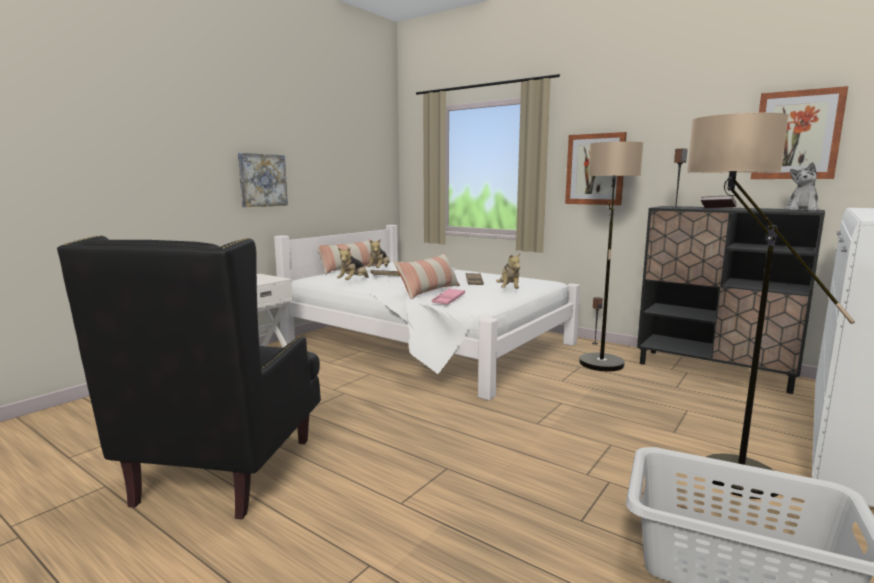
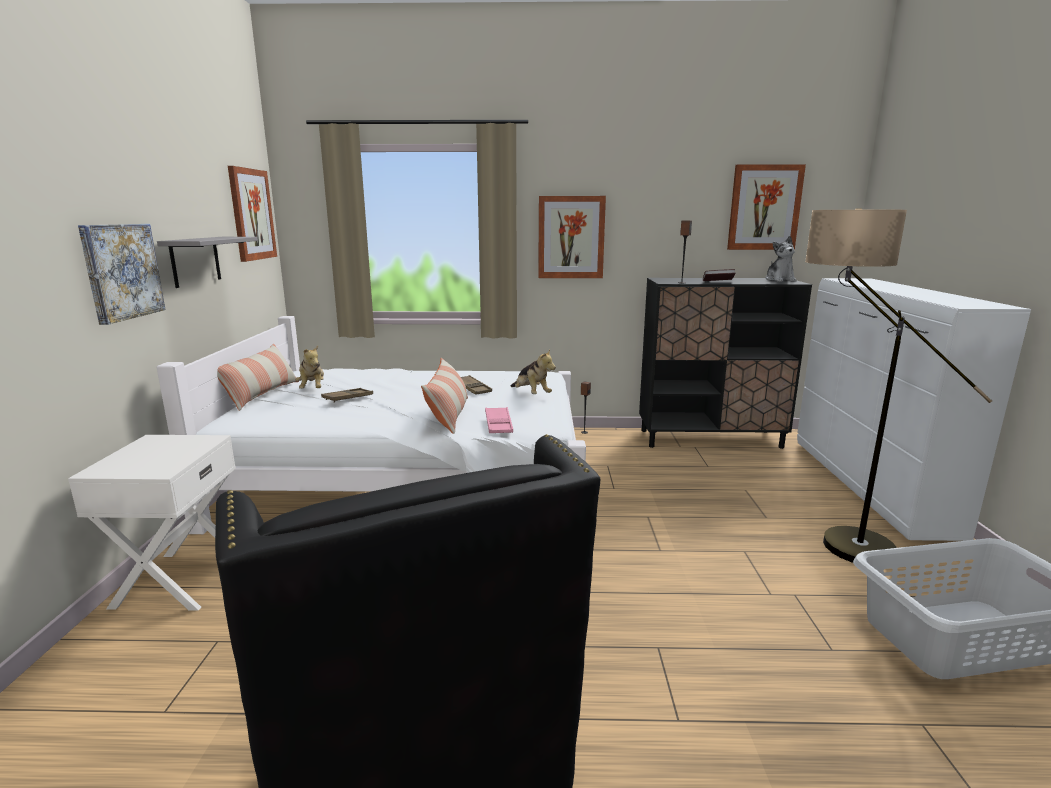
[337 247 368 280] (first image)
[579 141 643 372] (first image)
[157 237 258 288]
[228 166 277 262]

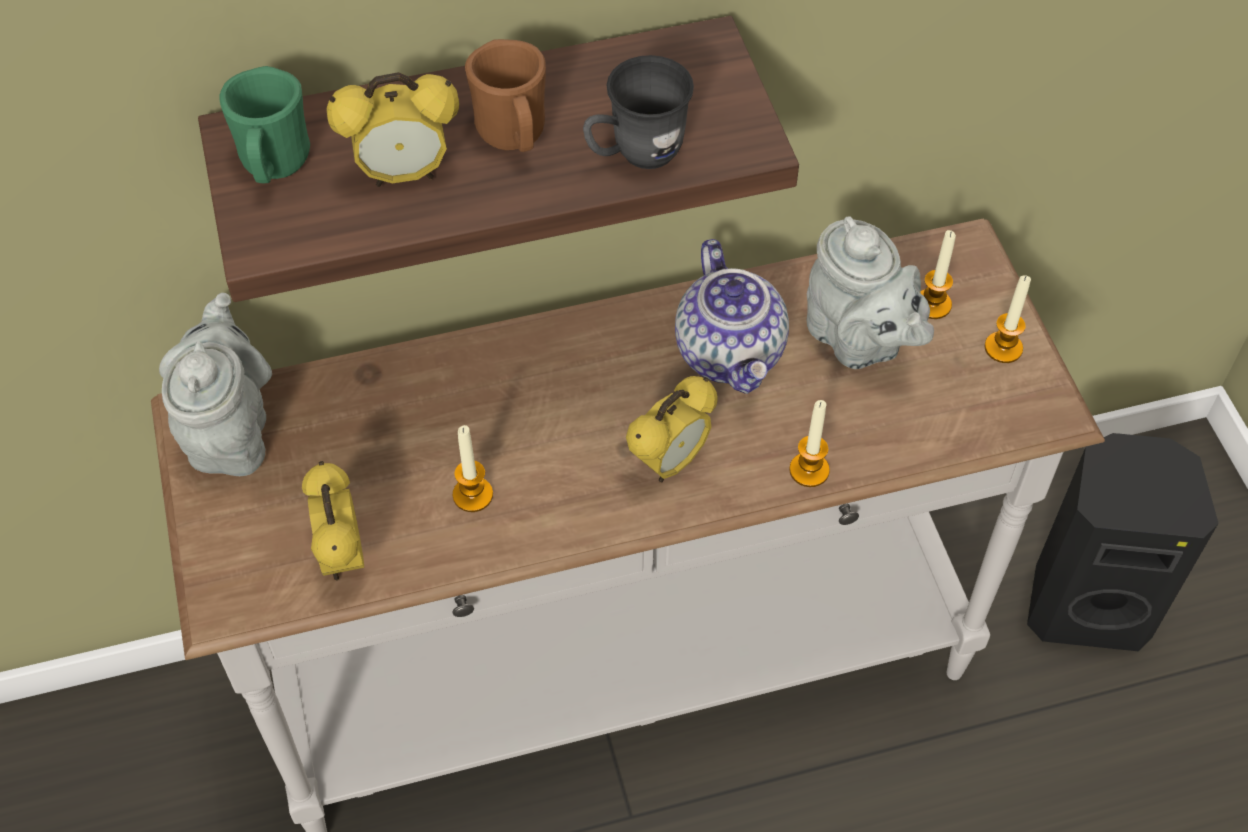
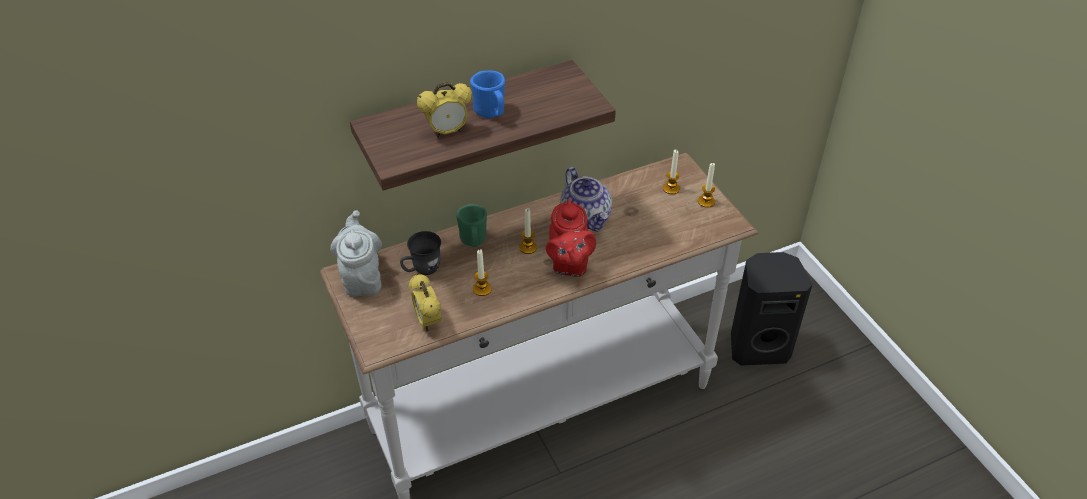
[807 216 934 369] (first image)
[456 204 487 247]
[400 231 441 275]
[519 208 537 254]
[546 199 596 277]
[470 71 505 118]

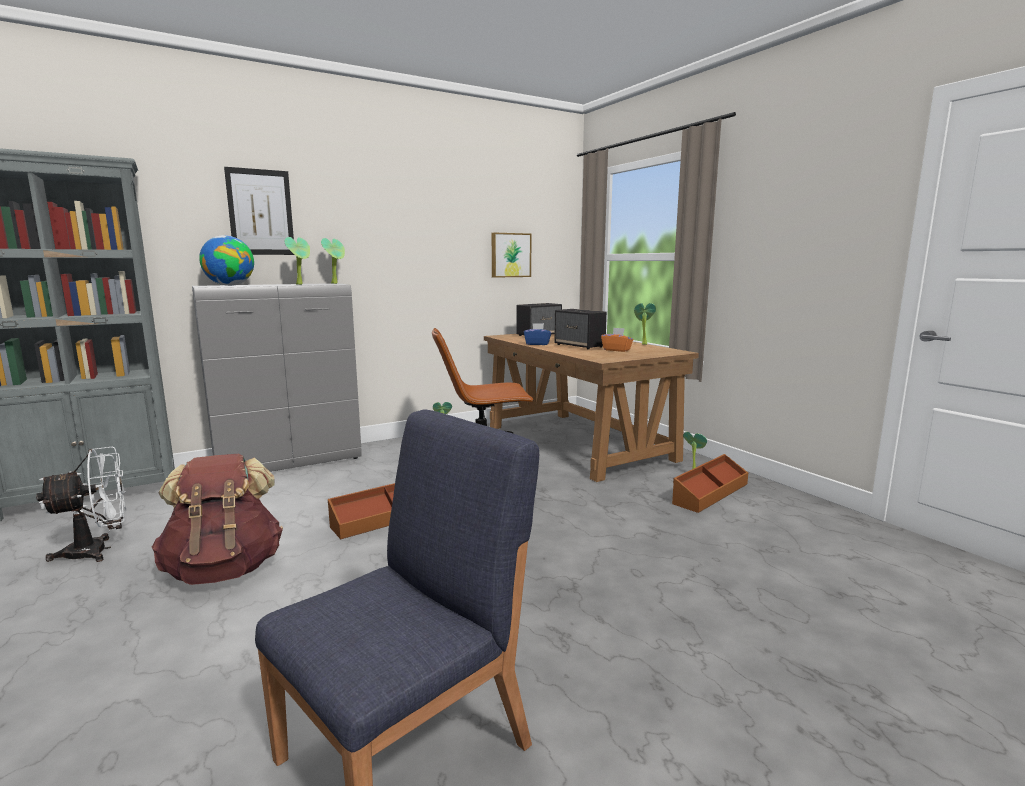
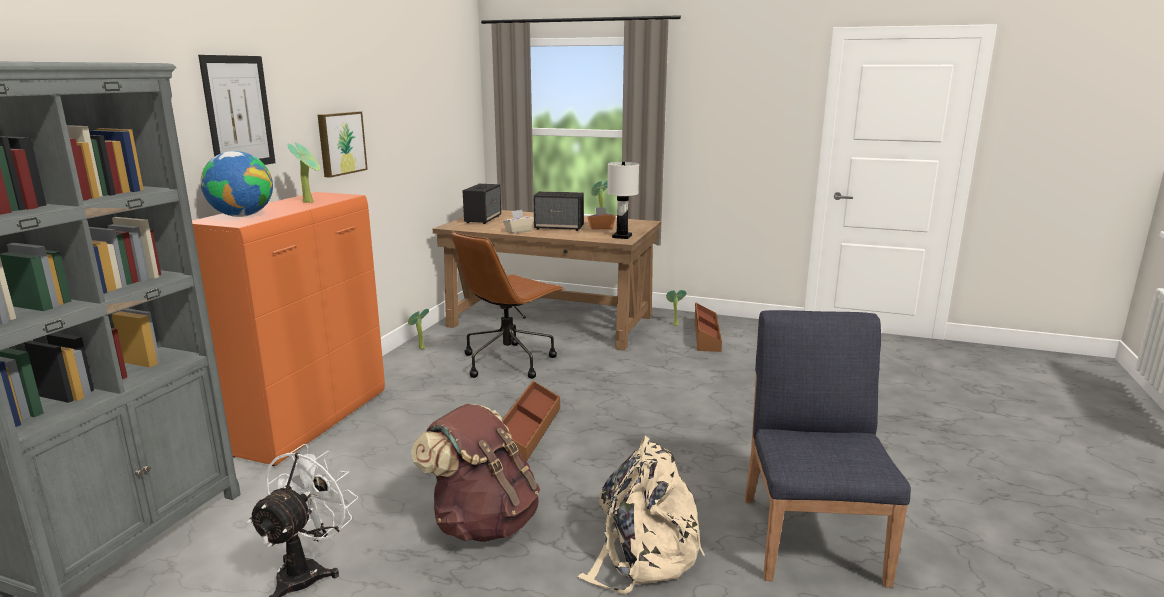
[321 238 345 284] (first image)
[578 436 705 594]
[607 162 639 239]
[318 111 368 178]
[192 192 385 466]
[503 210 534 234]

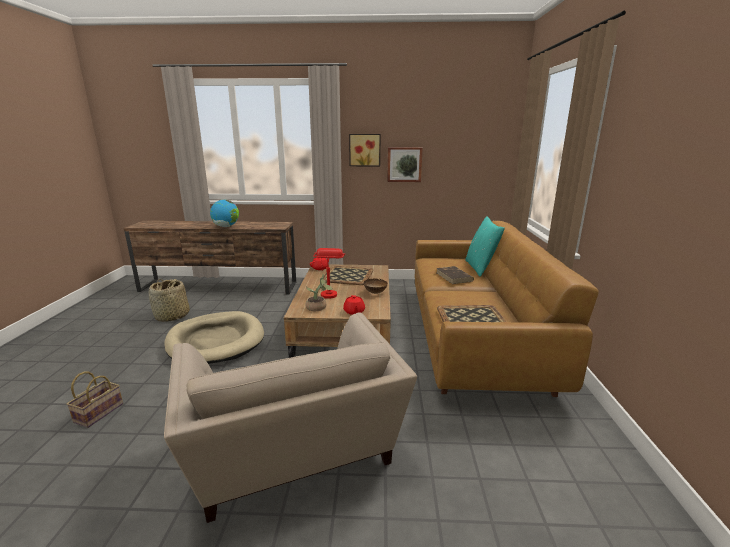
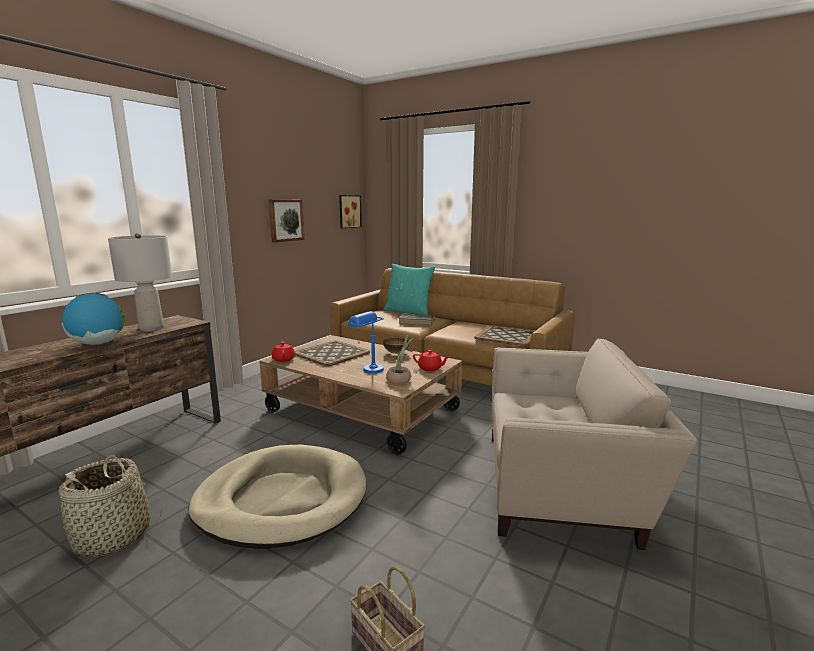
[108 233 172 331]
[339 195 362 228]
[347 311 384 374]

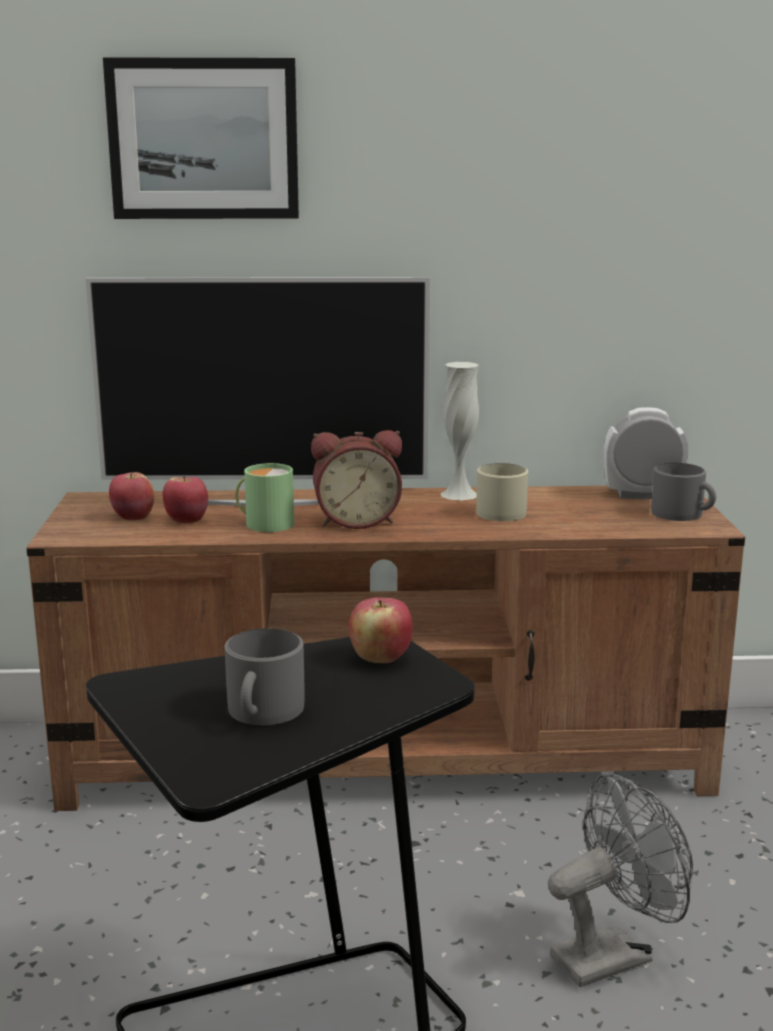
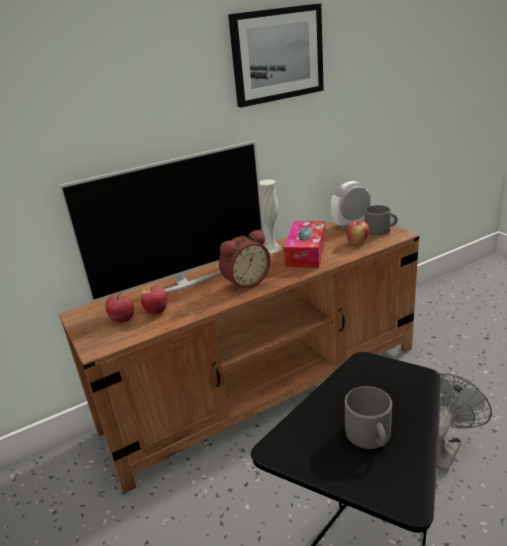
[235 463 294 532] (first image)
[228 3 324 107]
[346 220 369 244]
[284 221 326 268]

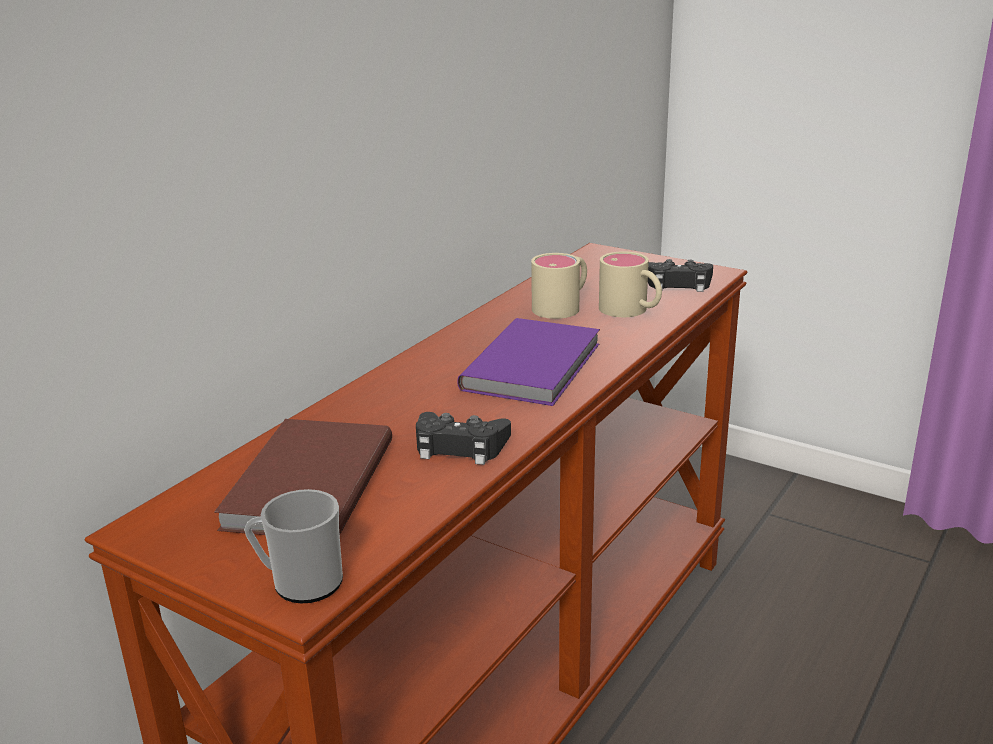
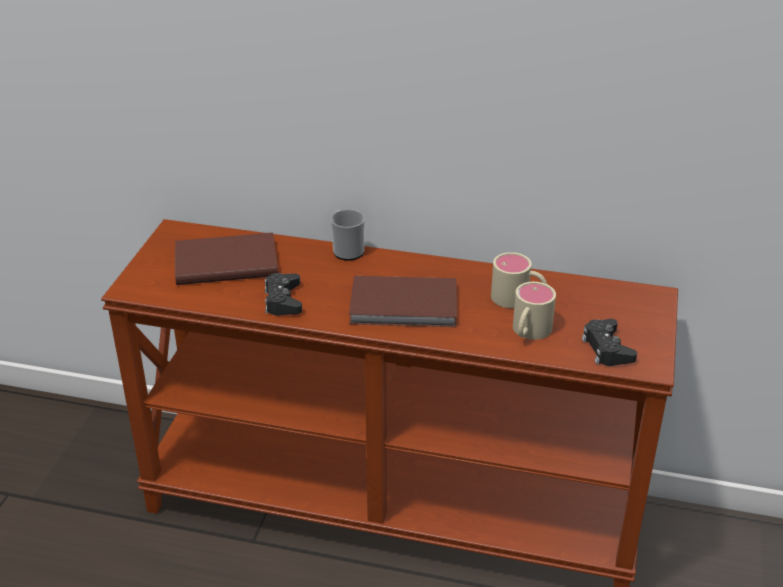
[330 209 365 261]
[349 276 457 327]

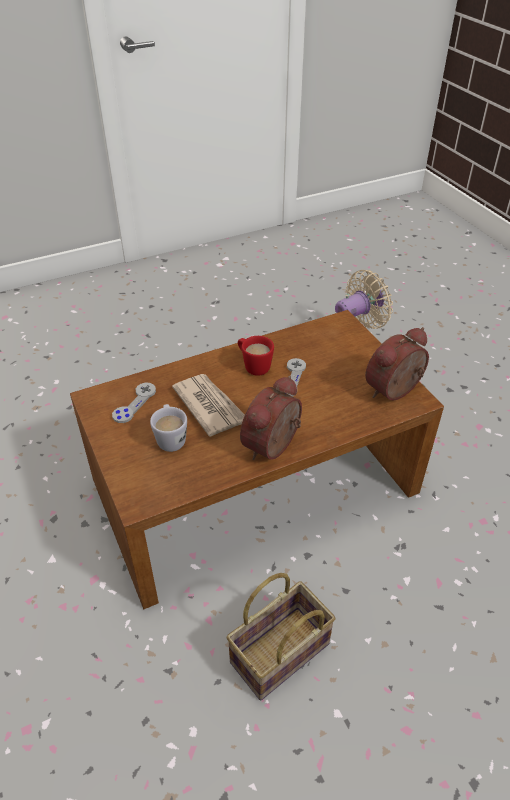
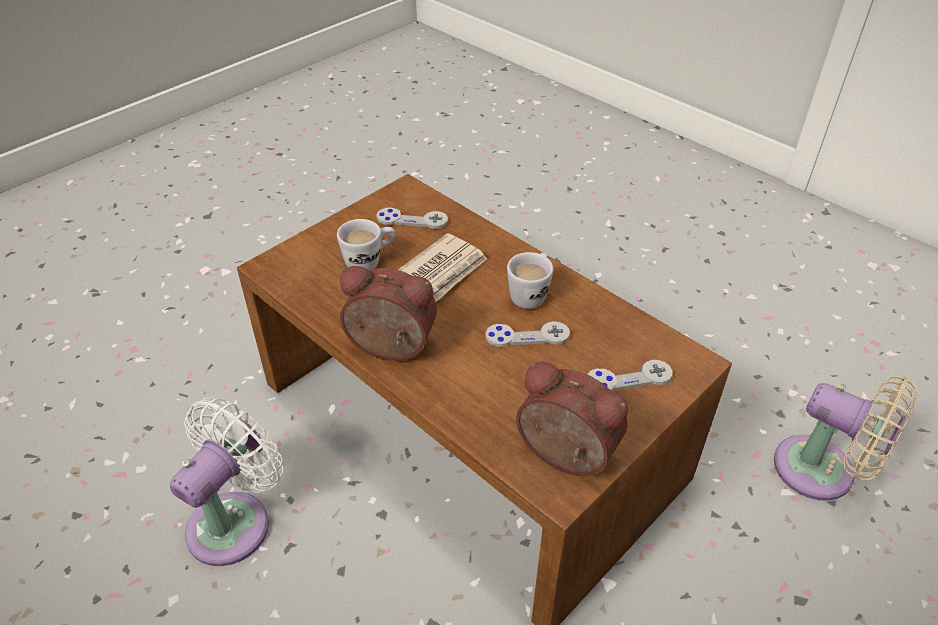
[587 360 673 391]
[170 398 283 566]
[507 252 553 309]

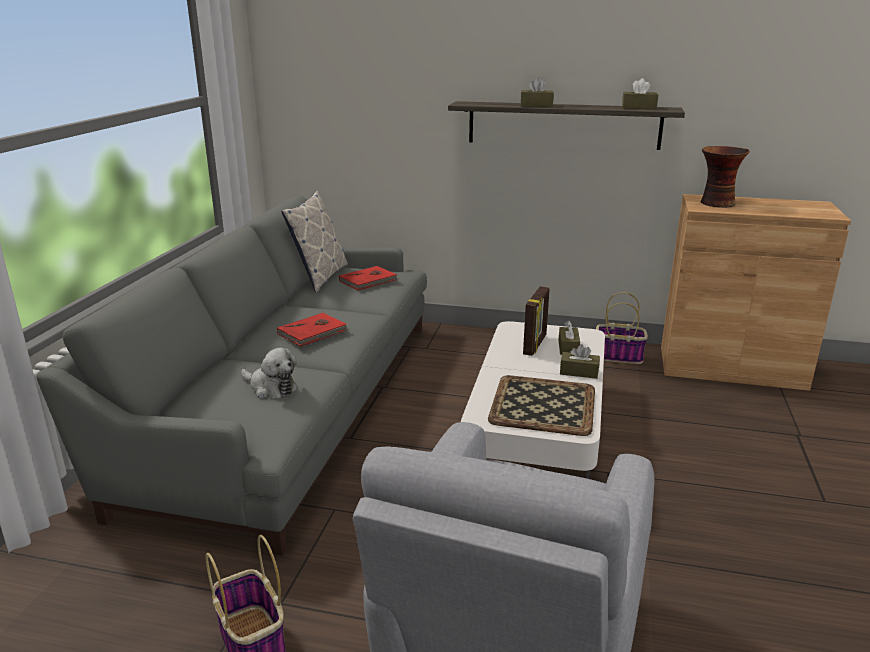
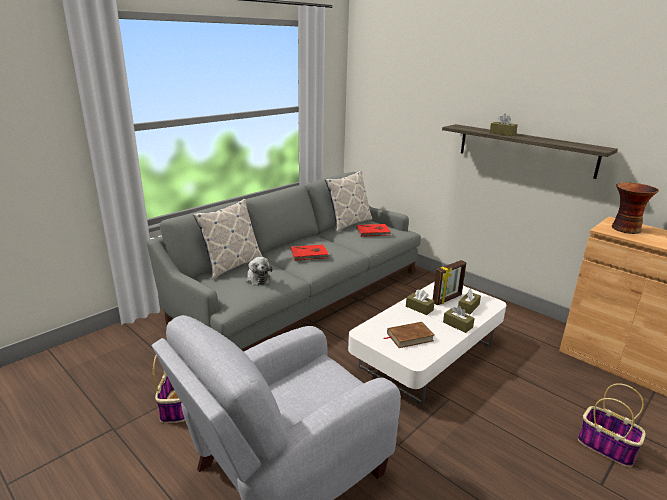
[193 199 263 279]
[578 383 646 467]
[406 289 435 315]
[384 322 434 348]

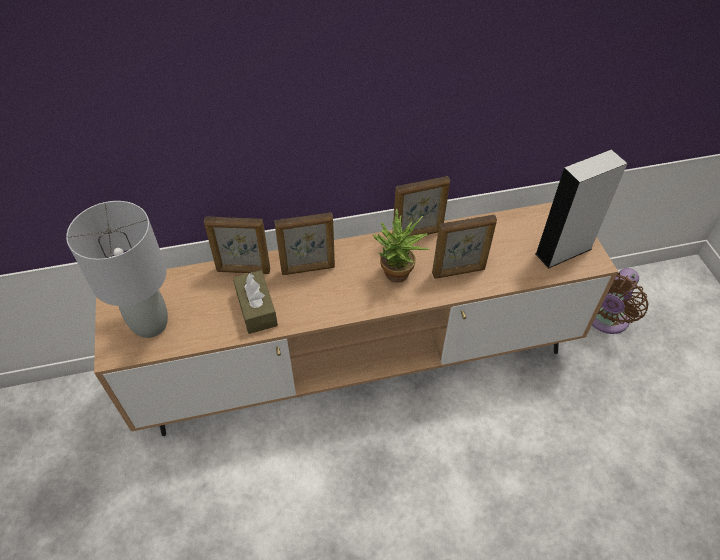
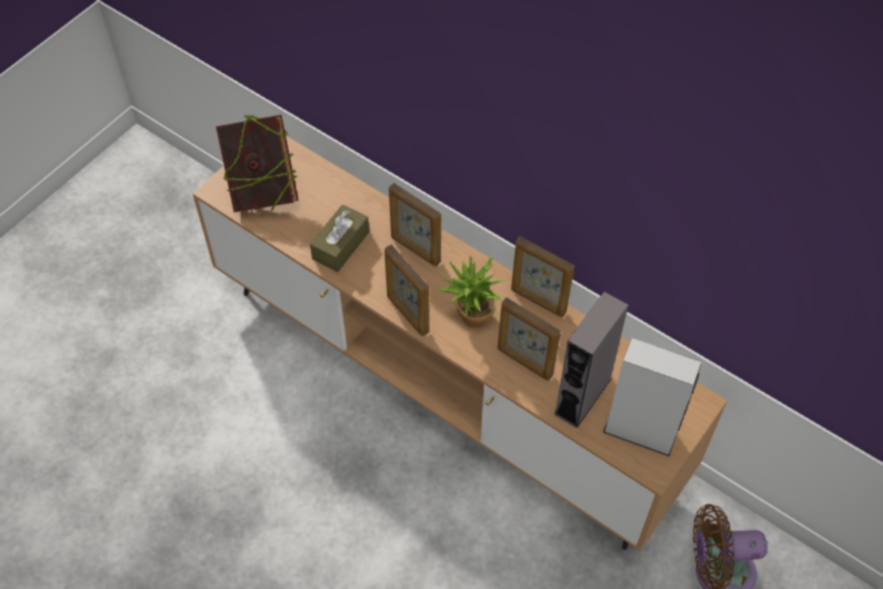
[554 292 628 428]
[384 245 430 336]
[216 114 299 212]

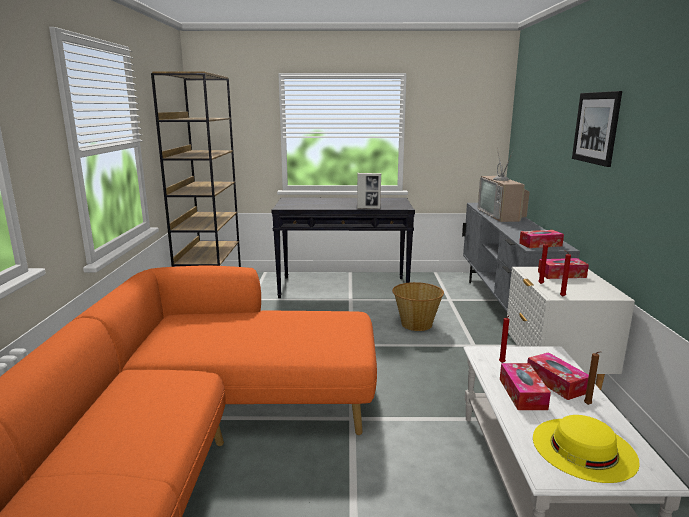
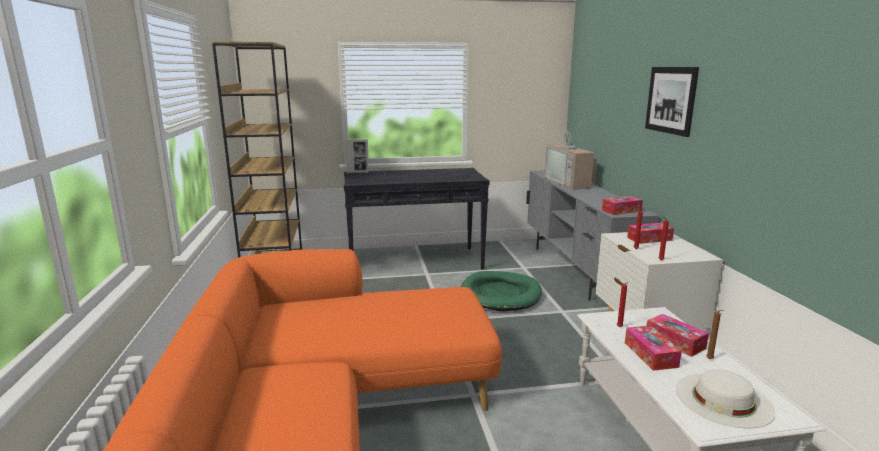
[345 139 369 173]
[461 271 542 311]
[676 369 776 428]

